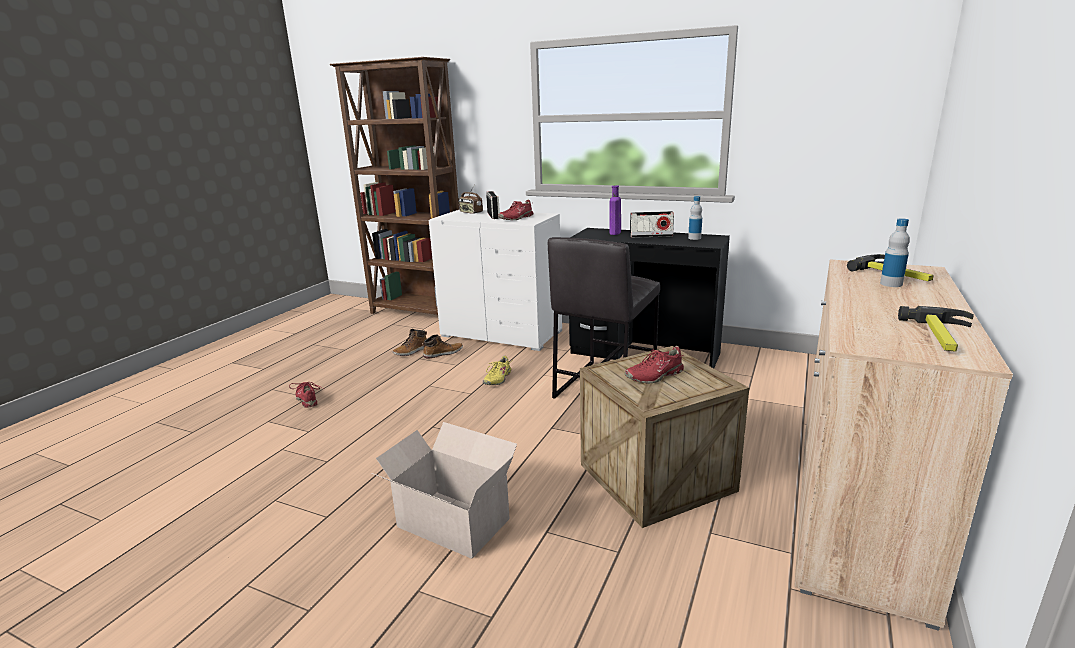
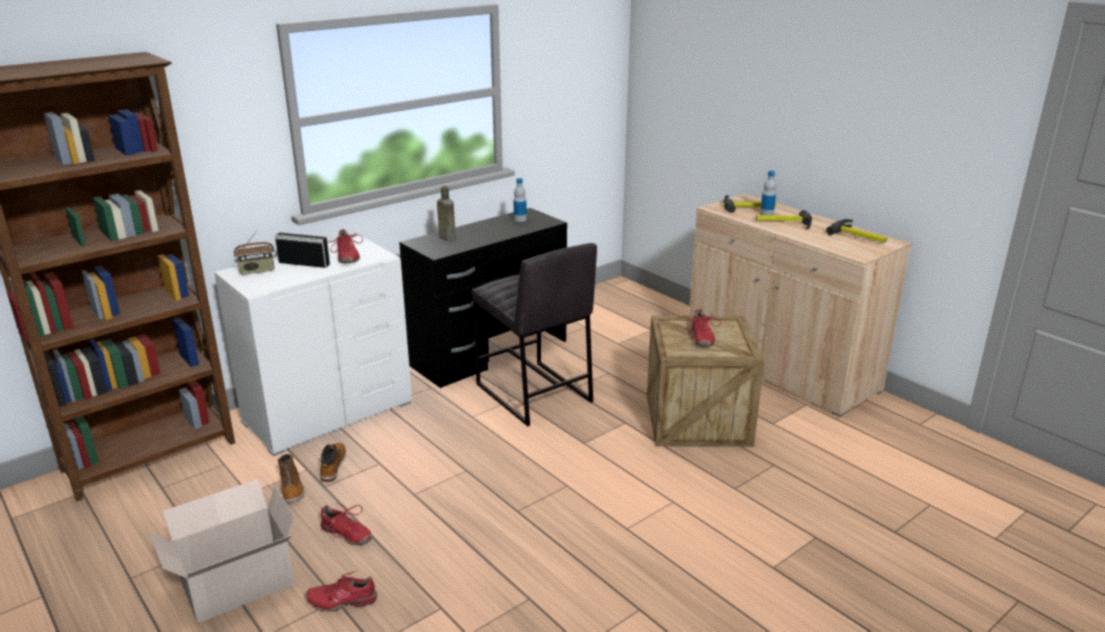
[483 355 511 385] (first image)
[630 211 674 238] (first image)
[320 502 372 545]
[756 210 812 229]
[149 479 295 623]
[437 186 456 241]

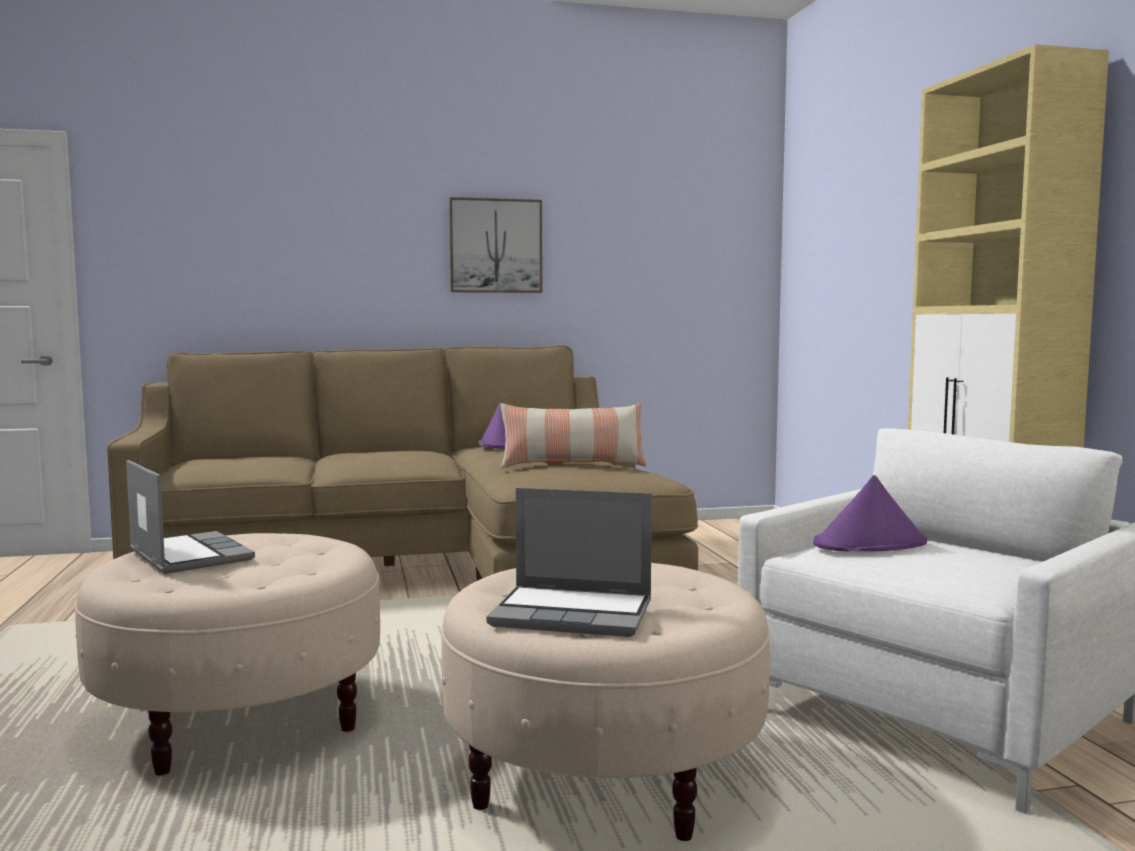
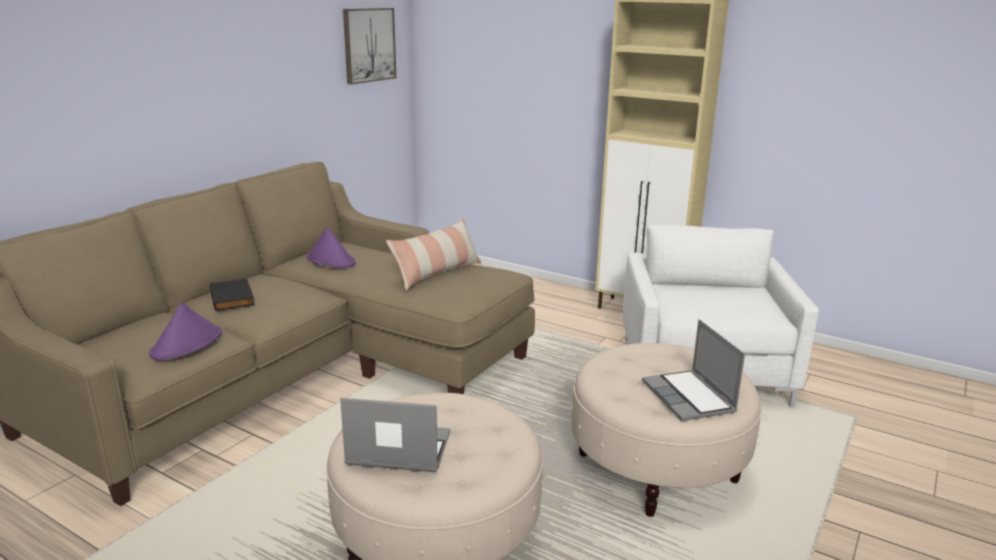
[210 278 255 311]
[343 8 396 84]
[149 302 222 360]
[642 319 745 421]

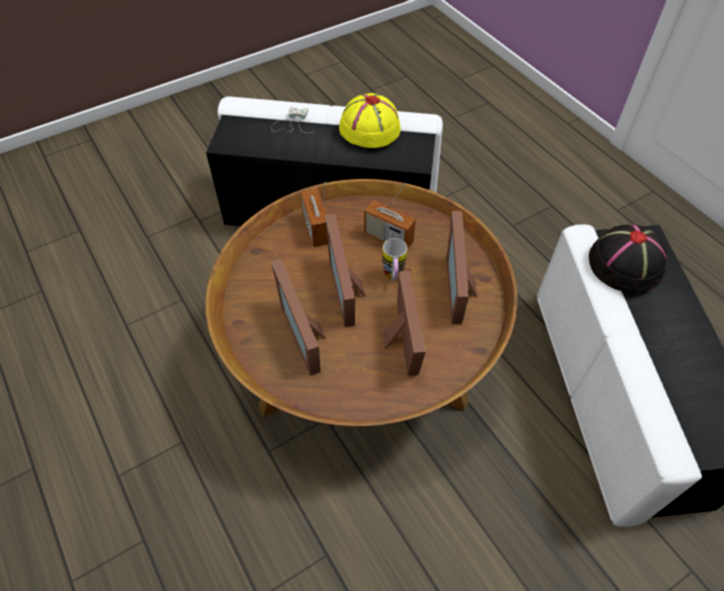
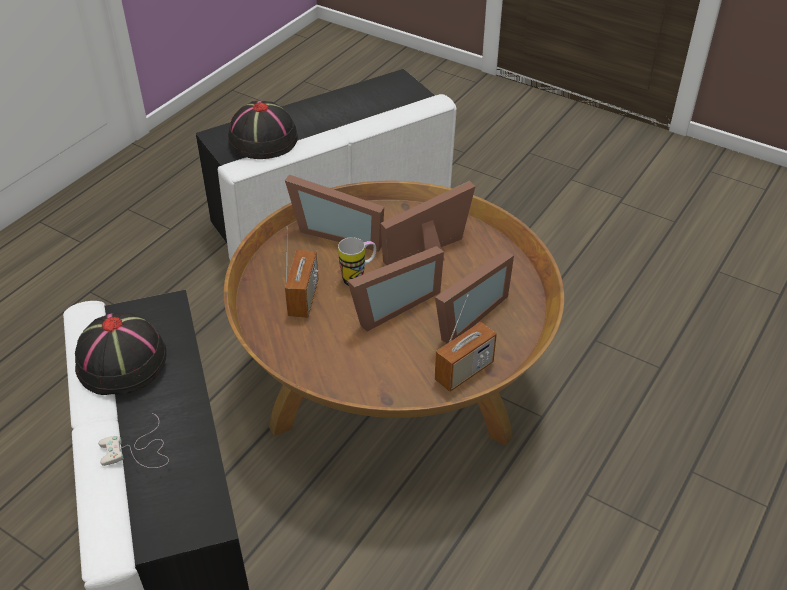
[435 294 497 392]
[75 313 166 395]
[285 175 384 252]

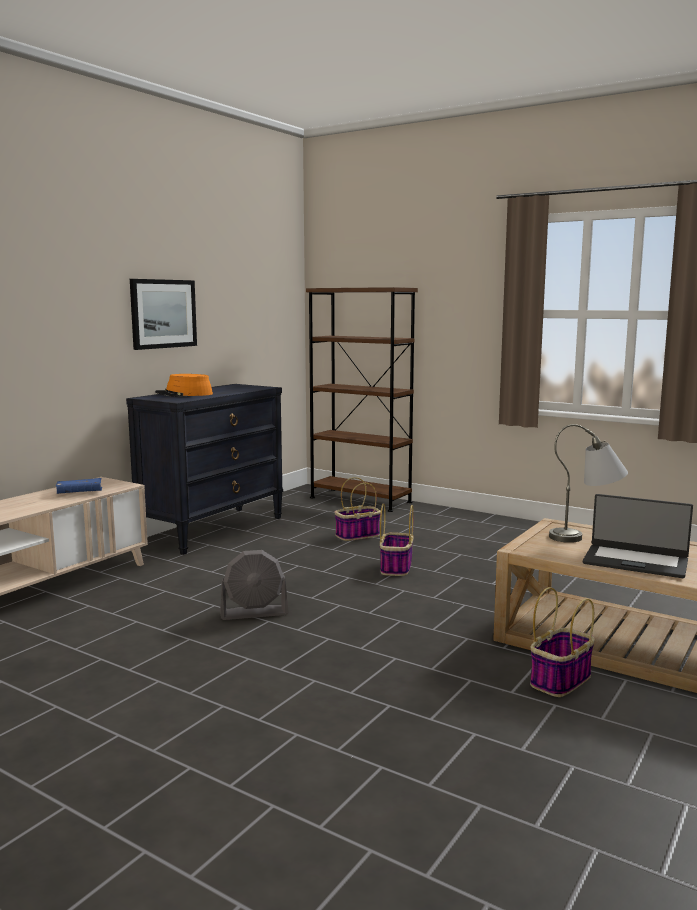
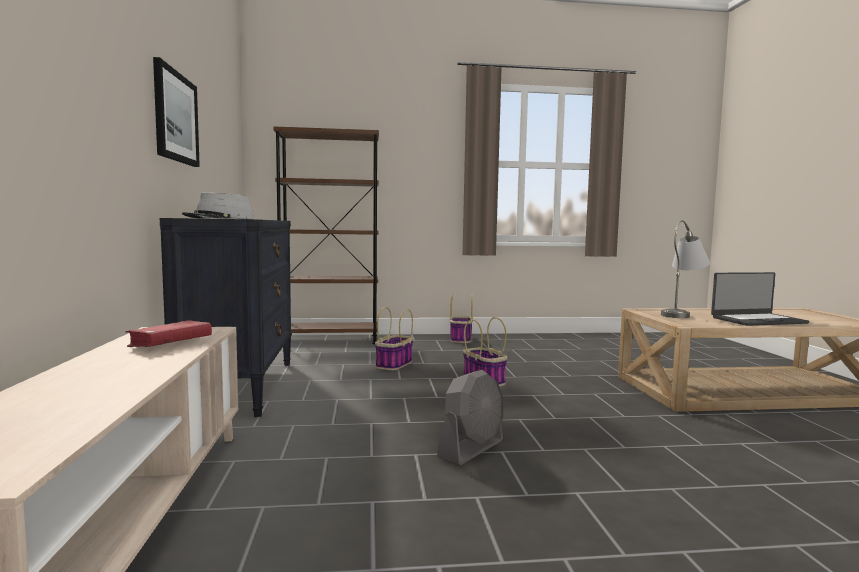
[450 293 473 343]
[125 320 212 347]
[182 193 254 219]

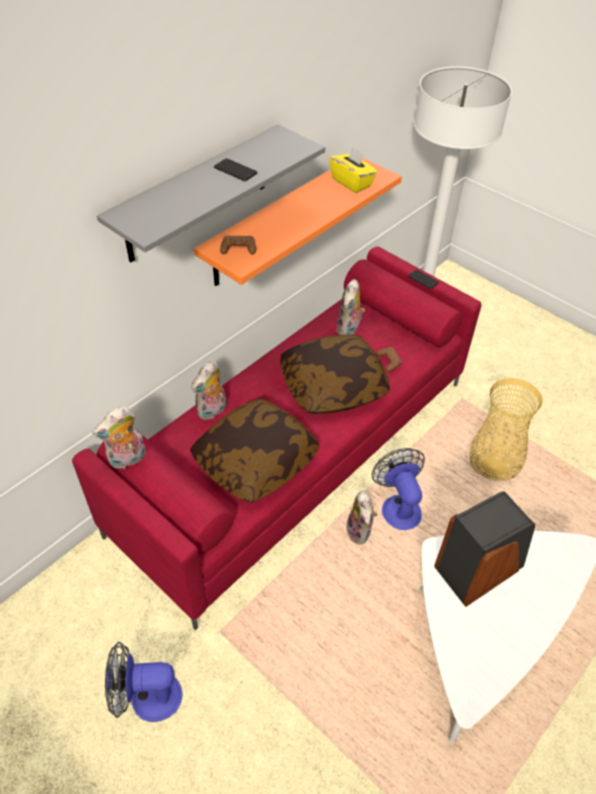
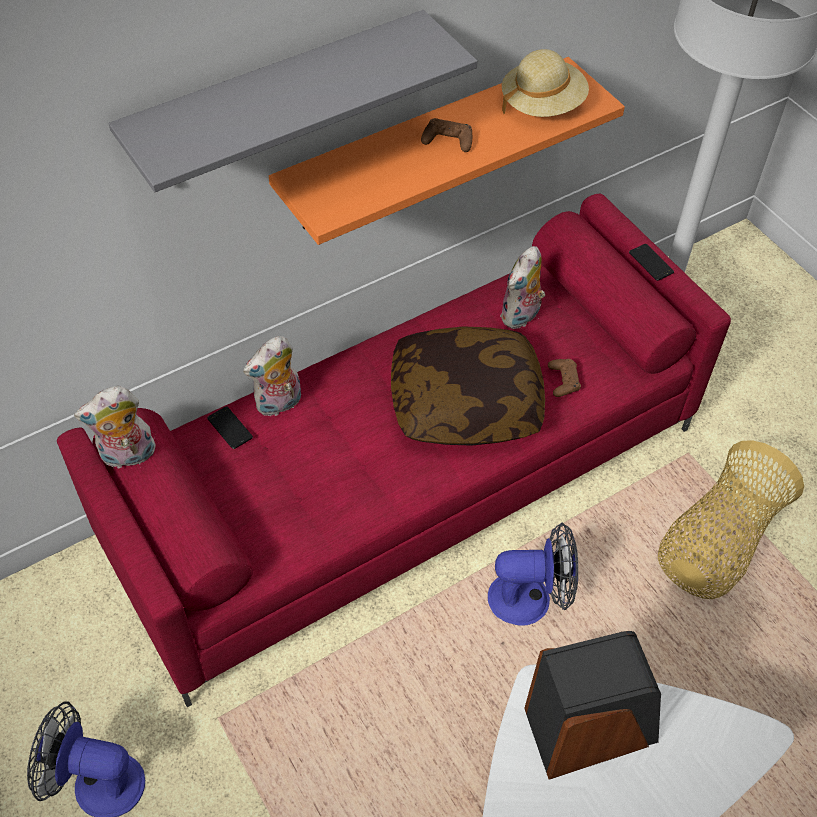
[190 398 320 503] (first image)
[347 490 378 544] (first image)
[207 406 253 449]
[421 118 472 152]
[502 49 589 117]
[488 522 578 626]

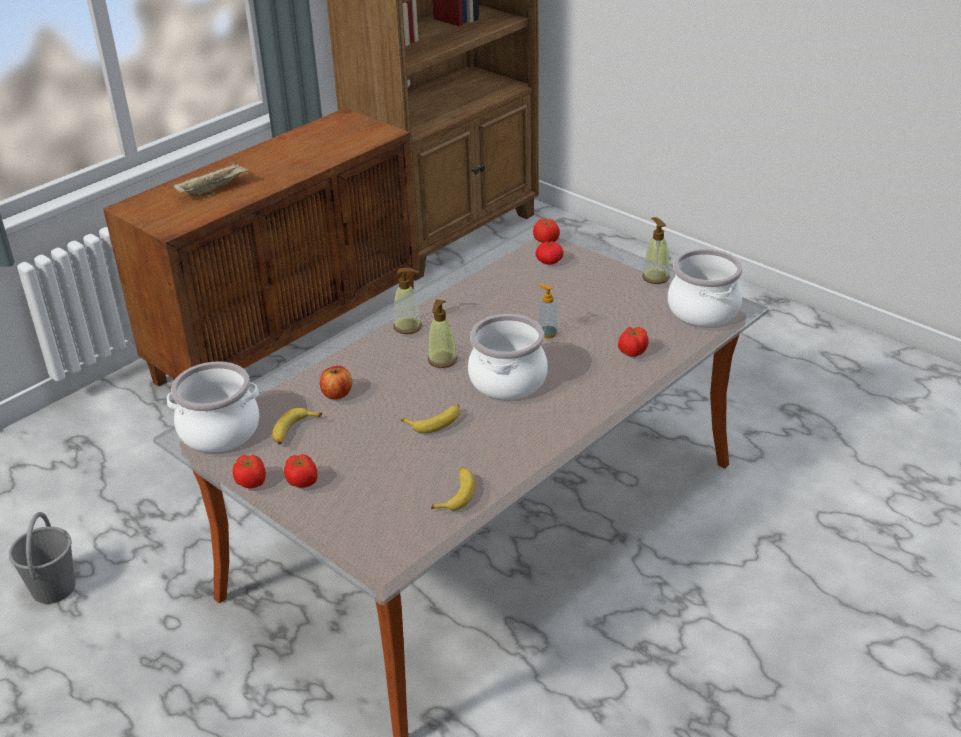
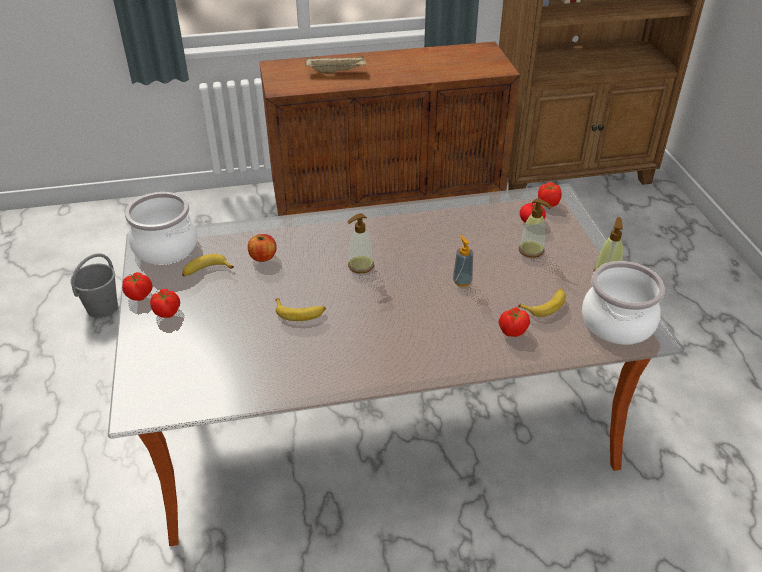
[468 314 548 400] (first image)
[519 198 552 258]
[518 288 566 317]

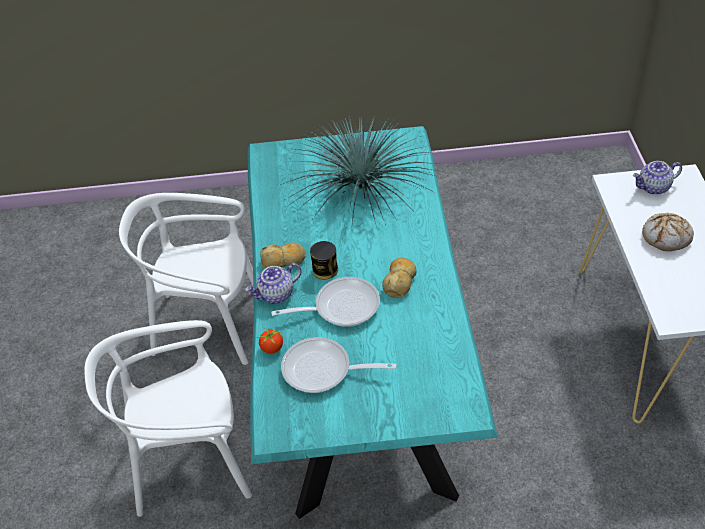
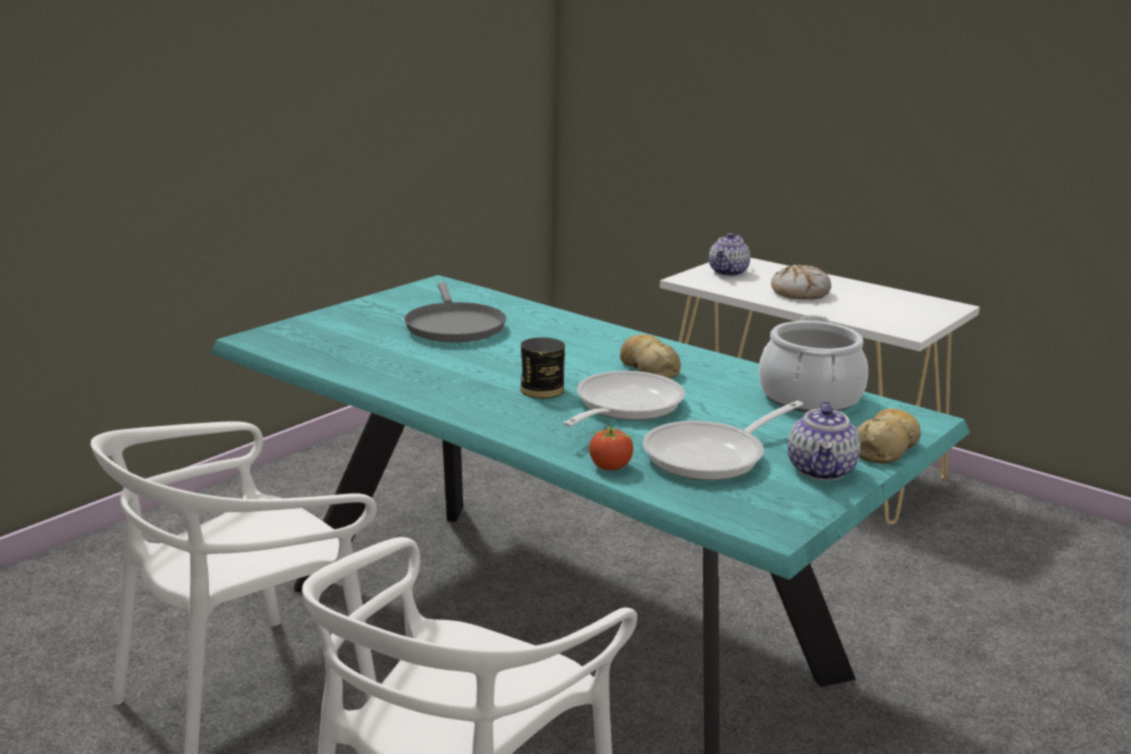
[758 315 868 413]
[787 401 861 480]
[857 408 921 463]
[405 283 506 343]

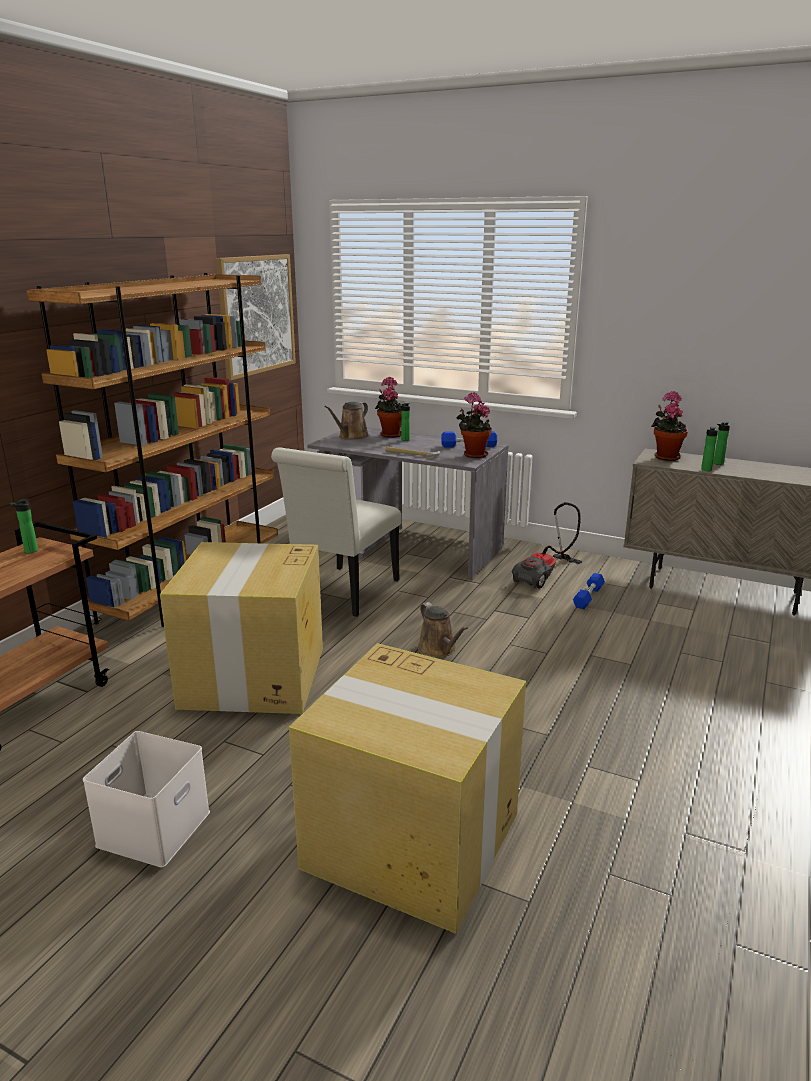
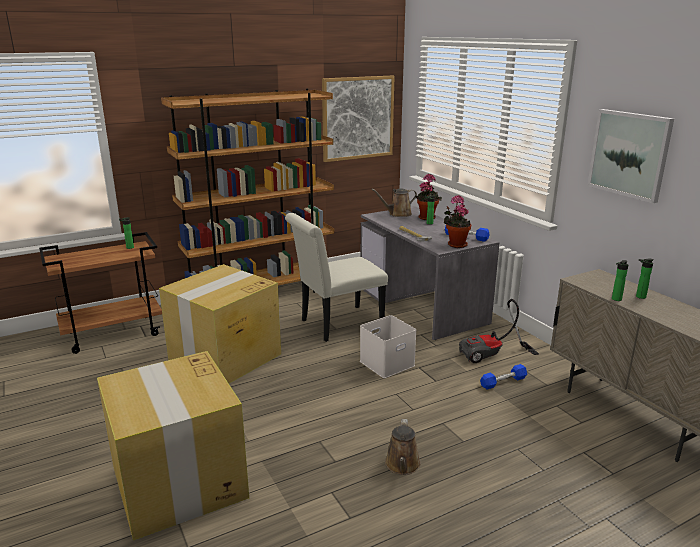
[651 391 688 461] (first image)
[587 109 674 203]
[360 315 417 378]
[385 419 421 475]

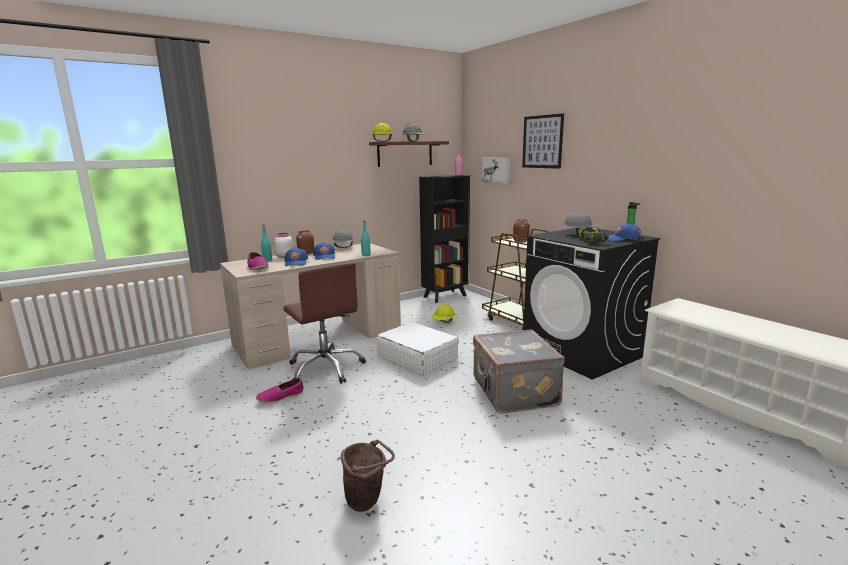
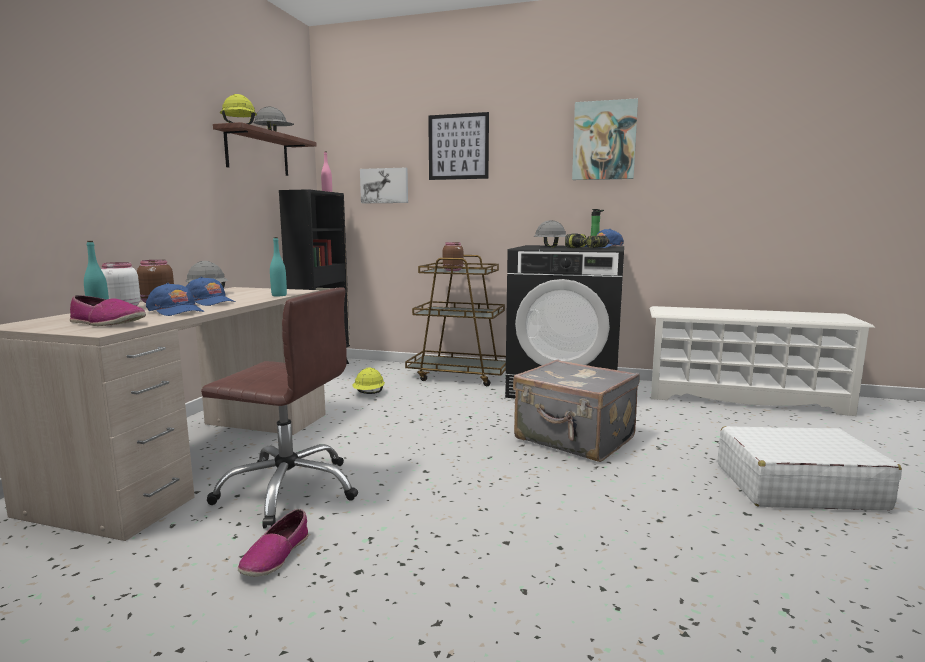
[341 440 395 512] (first image)
[572 98 638 180]
[718 426 902 510]

